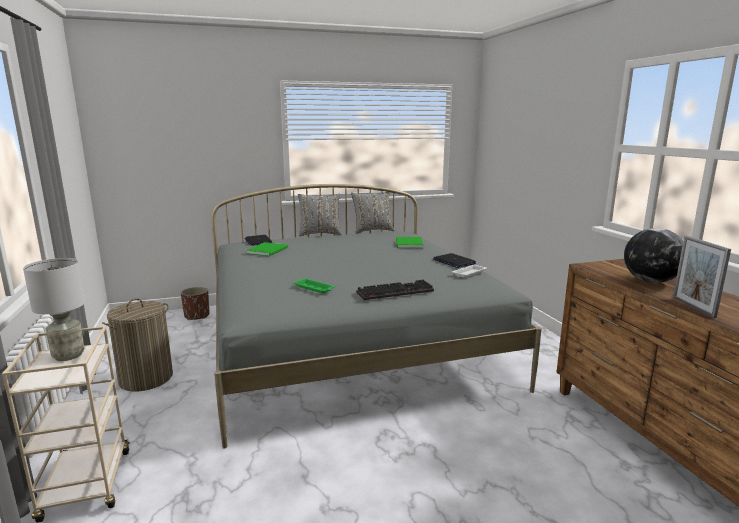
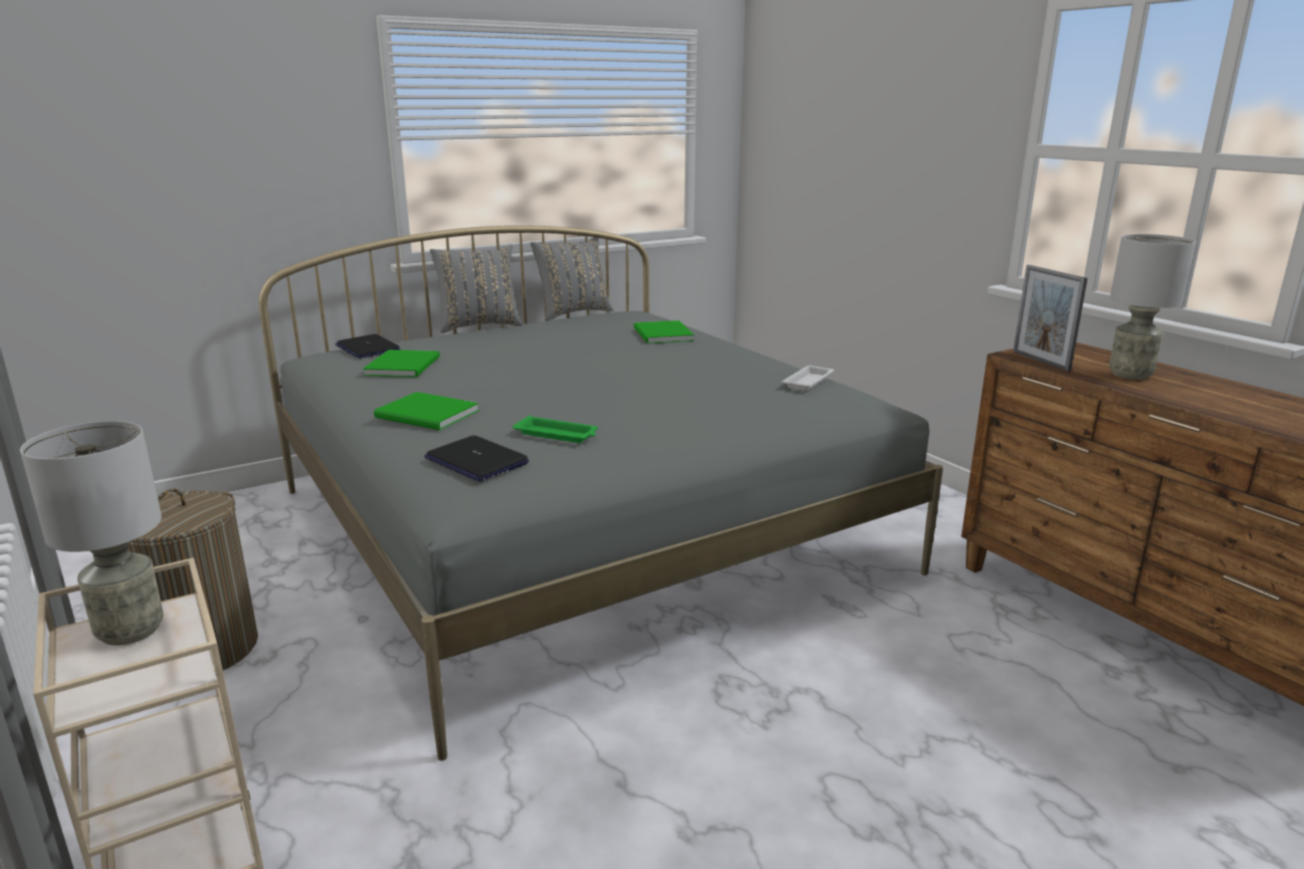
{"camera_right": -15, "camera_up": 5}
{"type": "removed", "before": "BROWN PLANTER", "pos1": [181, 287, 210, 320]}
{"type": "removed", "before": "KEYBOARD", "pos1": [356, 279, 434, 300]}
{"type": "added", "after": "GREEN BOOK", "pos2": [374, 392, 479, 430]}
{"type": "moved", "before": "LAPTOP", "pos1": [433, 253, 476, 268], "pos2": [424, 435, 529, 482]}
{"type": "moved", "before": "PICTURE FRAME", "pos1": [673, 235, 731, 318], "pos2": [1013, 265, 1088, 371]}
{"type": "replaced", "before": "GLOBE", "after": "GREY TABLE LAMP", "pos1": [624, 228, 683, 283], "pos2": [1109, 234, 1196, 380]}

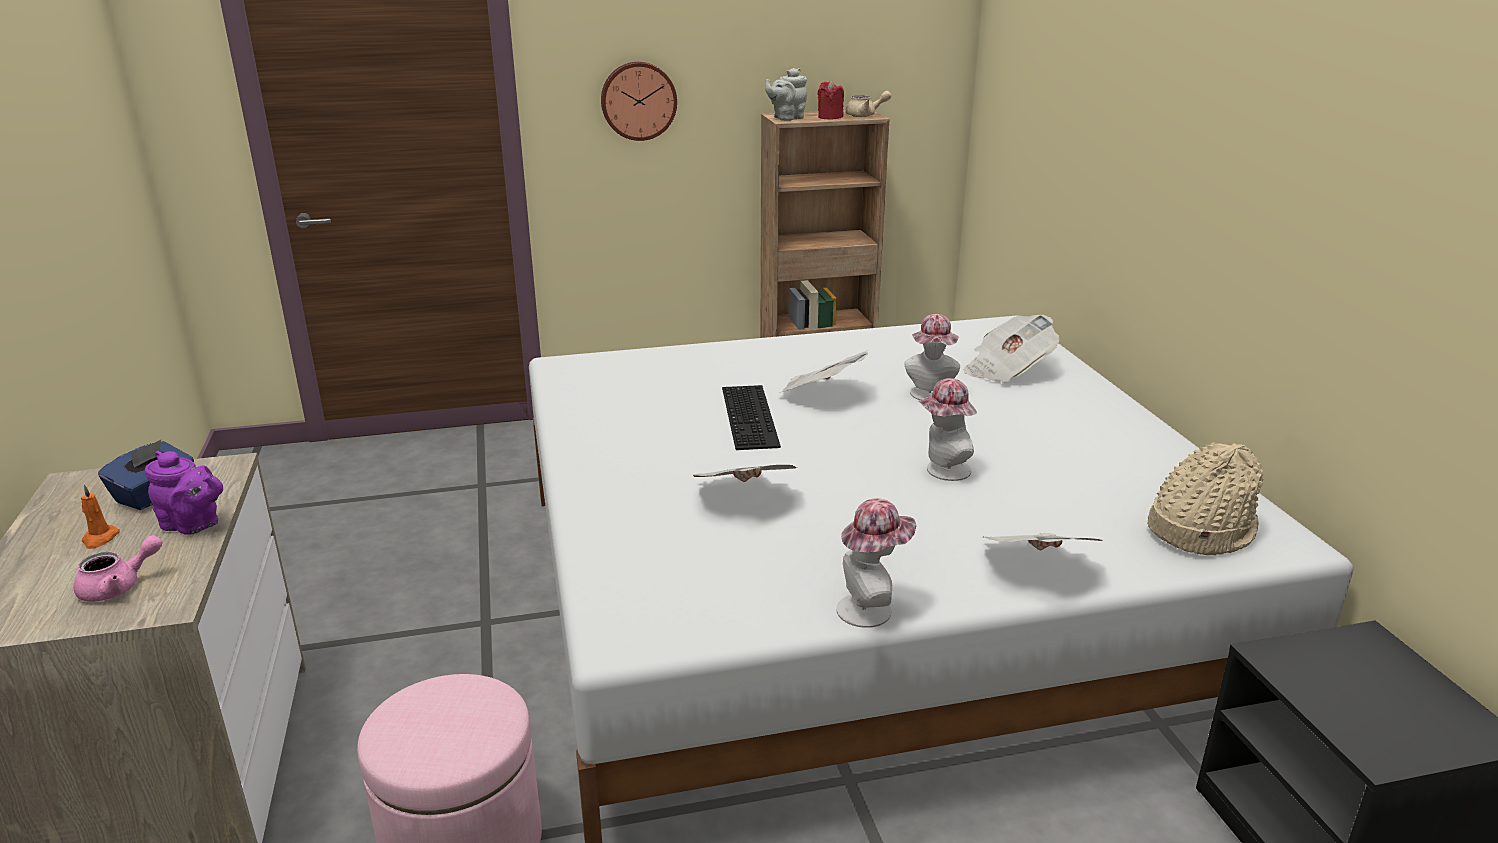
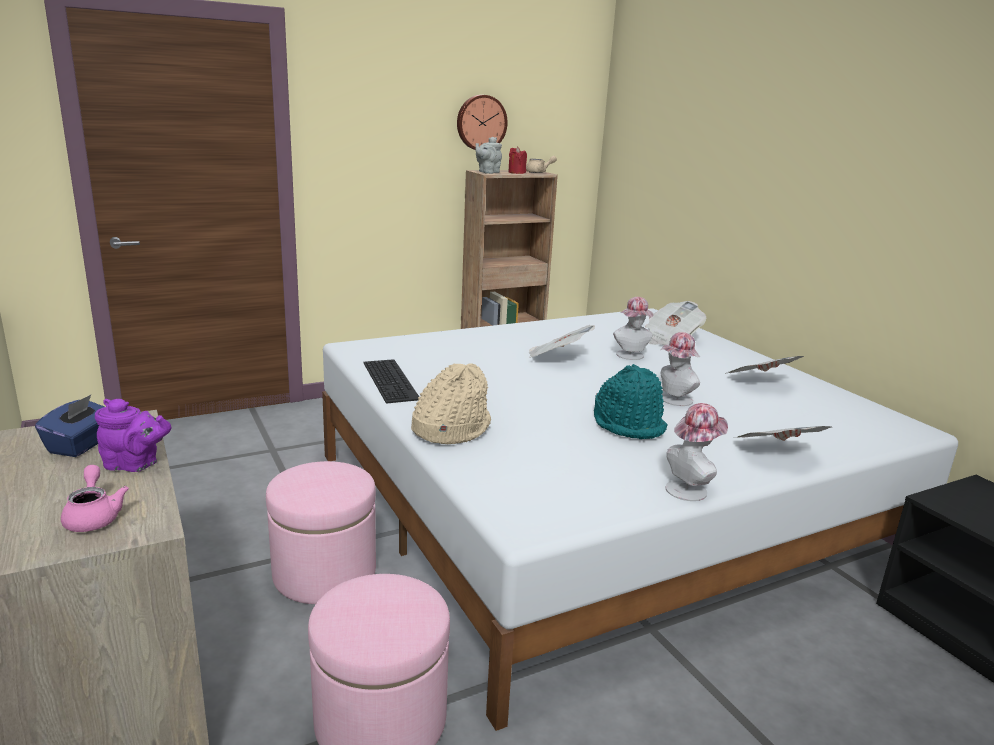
{"camera_right": -15, "camera_up": -5}
{"type": "removed", "before": "ORANGE CANDLE", "pos1": [81, 485, 120, 549]}
{"type": "added", "after": "PINK OTTOMAN", "pos2": [266, 461, 376, 604]}
{"type": "added", "after": "TURQUOISE HAT", "pos2": [594, 364, 668, 439]}
{"type": "moved", "before": "WALL CLOCK", "pos1": [601, 62, 677, 141], "pos2": [457, 95, 508, 150]}
{"type": "moved", "before": "NEWSPAPER", "pos1": [693, 465, 797, 482], "pos2": [728, 356, 804, 373]}
{"type": "moved", "before": "KEYBOARD", "pos1": [722, 385, 781, 450], "pos2": [363, 359, 419, 404]}
{"type": "moved", "before": "BEIGE HAT", "pos1": [1147, 442, 1263, 555], "pos2": [411, 363, 491, 444]}
{"type": "turned", "before": "PINK TEAPOT", "pos1": [73, 535, 162, 602], "pos2": [61, 465, 129, 532], "turn": -60}

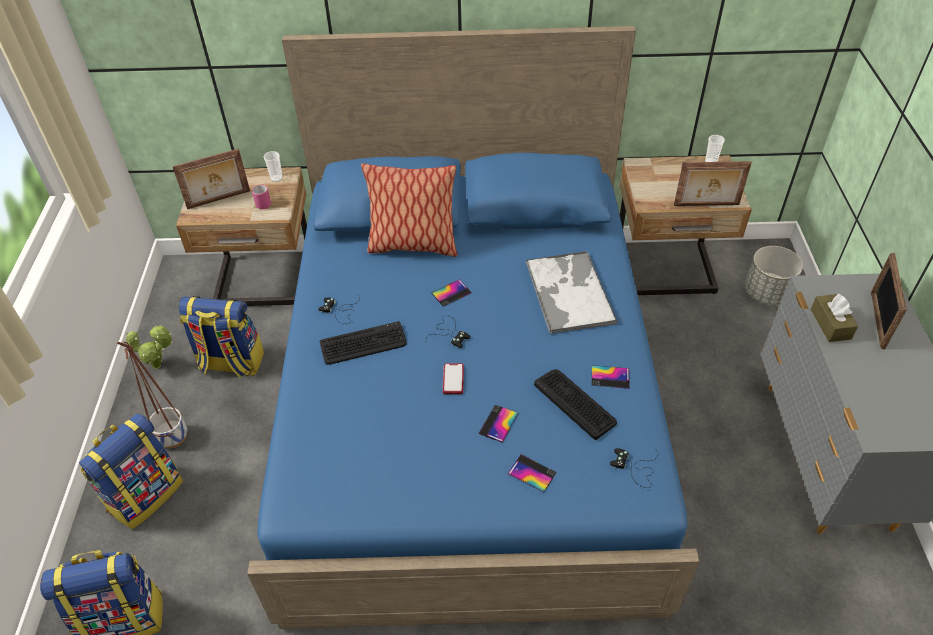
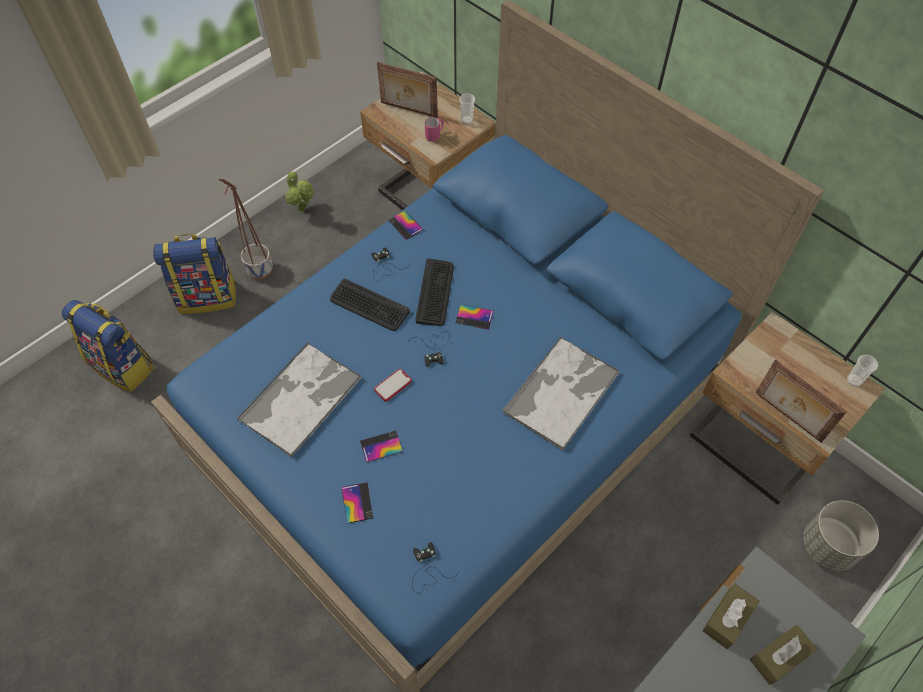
{"camera_right": 45, "camera_up": 10}
{"type": "removed", "before": "BACKPACK", "pos1": [179, 296, 264, 378]}
{"type": "removed", "before": "PILLOW", "pos1": [361, 163, 457, 257]}
{"type": "added", "after": "TRAY", "pos2": [237, 342, 362, 458]}
{"type": "moved", "before": "KEYBOARD", "pos1": [534, 369, 617, 440], "pos2": [416, 258, 454, 326]}
{"type": "moved", "before": "PHONE", "pos1": [592, 365, 630, 389], "pos2": [388, 210, 424, 240]}
{"type": "replaced", "before": "PICTURE FRAME", "after": "BROWN TISSUE BOX", "pos1": [871, 253, 907, 349], "pos2": [750, 625, 817, 685]}

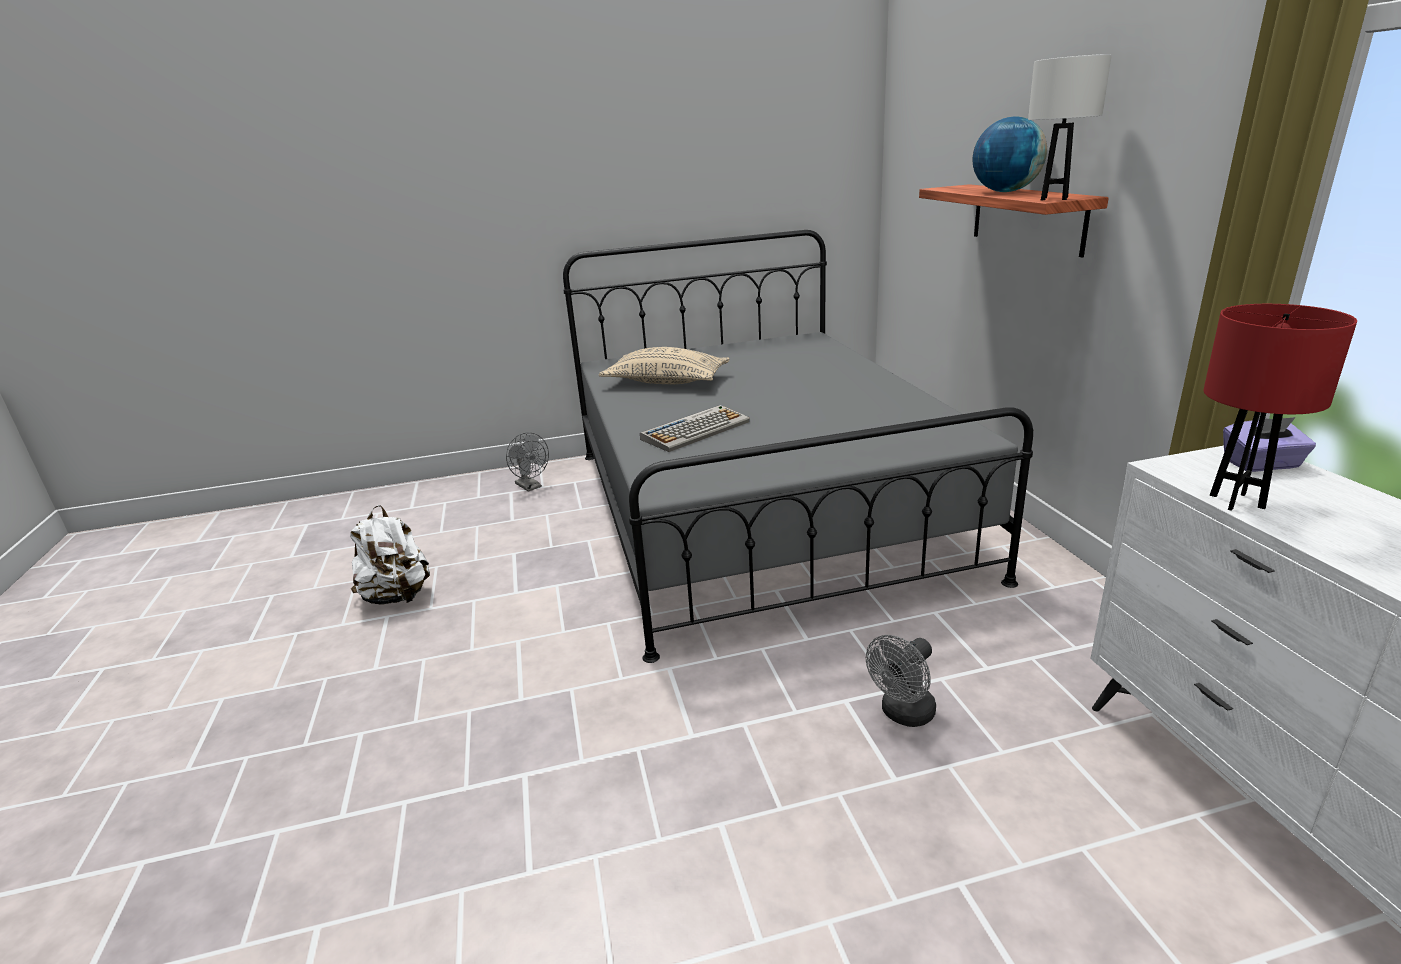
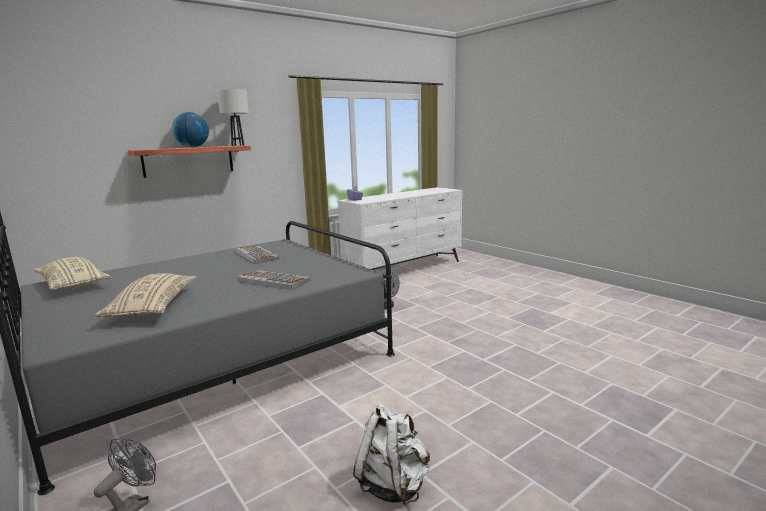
{"camera_right": -115, "camera_up": -10}
{"type": "removed", "before": "RED TABLE LAMP", "pos1": [1204, 304, 1357, 511]}
{"type": "added", "after": "BEIGE PILLOW", "pos2": [34, 257, 111, 290]}
{"type": "added", "after": "KEYBOARD", "pos2": [236, 246, 280, 264]}

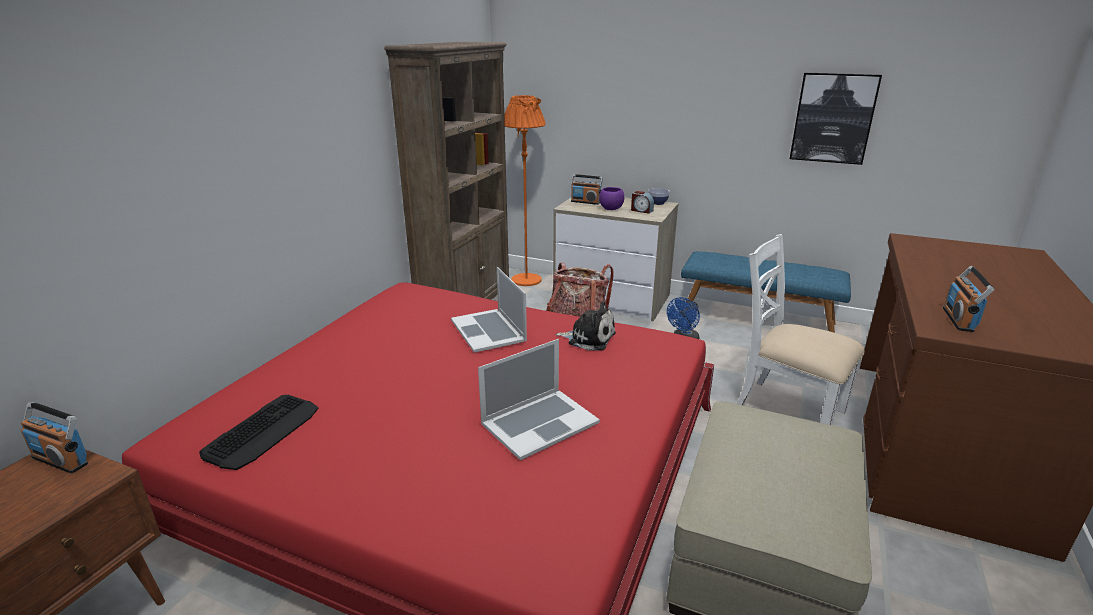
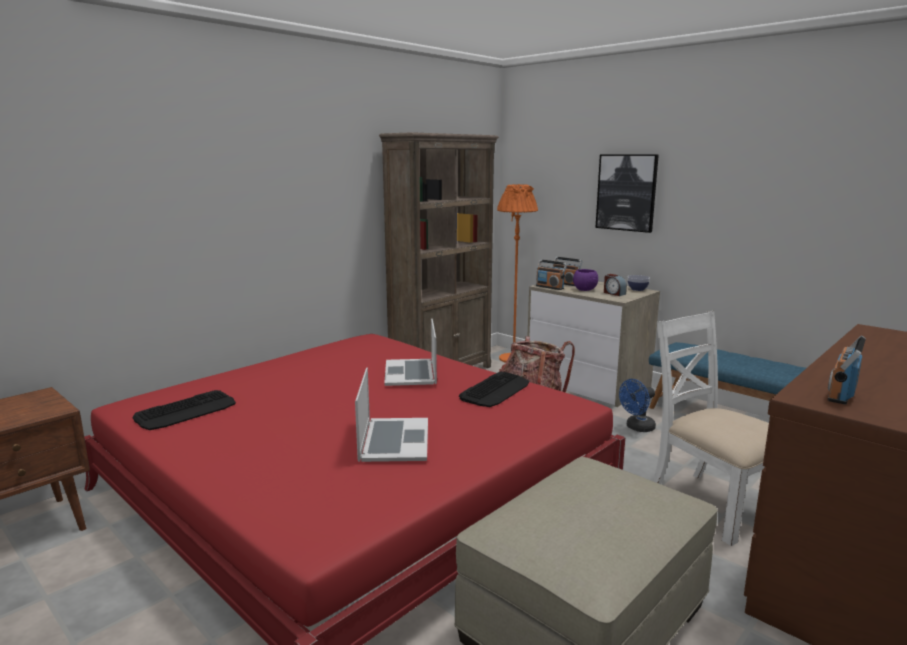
{"camera_right": 20, "camera_up": -10}
{"type": "moved", "before": "RADIO", "pos1": [21, 402, 88, 473], "pos2": [536, 259, 567, 290]}
{"type": "moved", "before": "PICTURE", "pos1": [790, 73, 882, 165], "pos2": [595, 154, 659, 233]}
{"type": "replaced", "before": "PLUSH TOY", "after": "KEYBOARD", "pos1": [555, 302, 616, 350], "pos2": [459, 372, 530, 407]}
{"type": "turned", "before": "LAPTOP", "pos1": [478, 339, 600, 460], "pos2": [355, 368, 428, 462], "turn": -75}

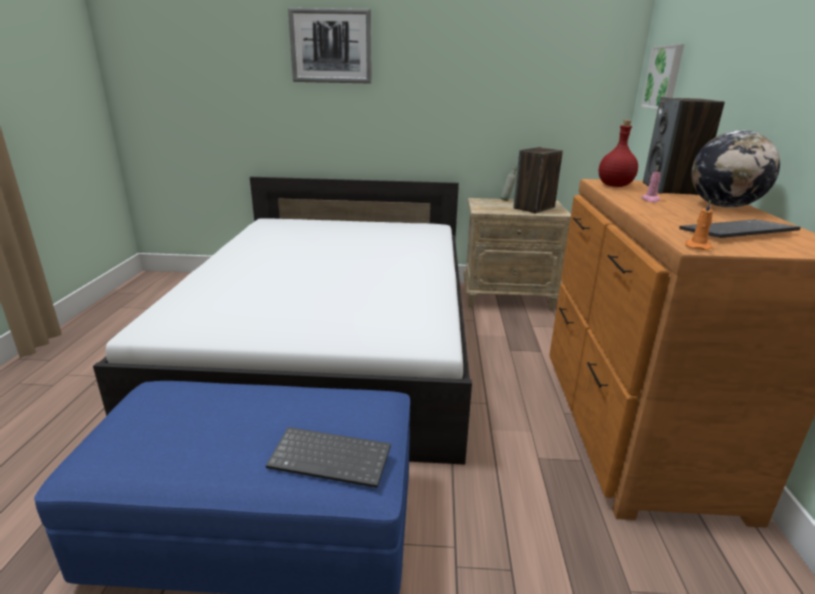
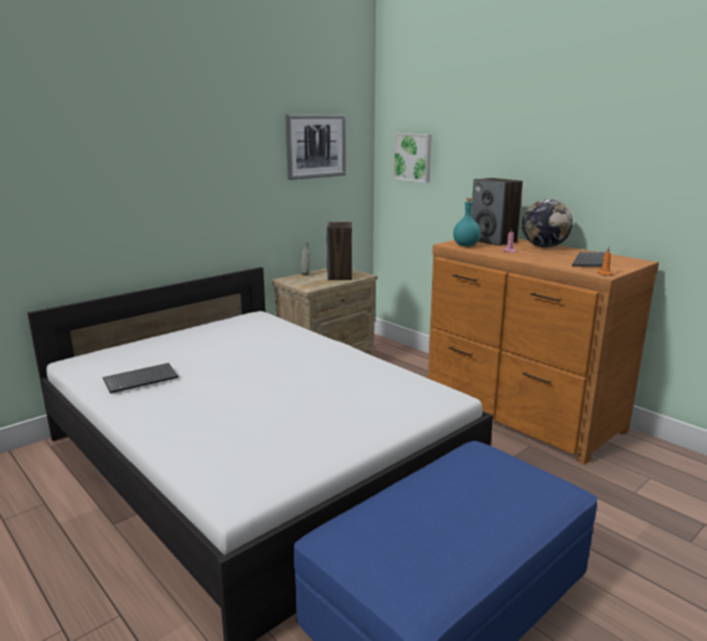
{"camera_right": -45, "camera_up": -5}
{"type": "moved", "before": "KEYBOARD", "pos1": [266, 427, 391, 488], "pos2": [103, 363, 178, 393]}
{"type": "moved", "before": "PICTURE", "pos1": [288, 8, 372, 83], "pos2": [285, 114, 346, 180]}
{"type": "recoloured", "before": "RED BOTTLE", "after": "TURQUOISE BOTTLE", "pos1": [599, 120, 638, 187], "pos2": [453, 198, 481, 246]}

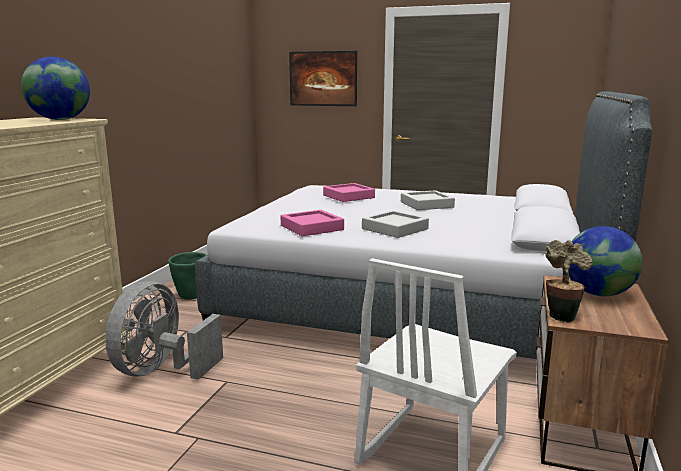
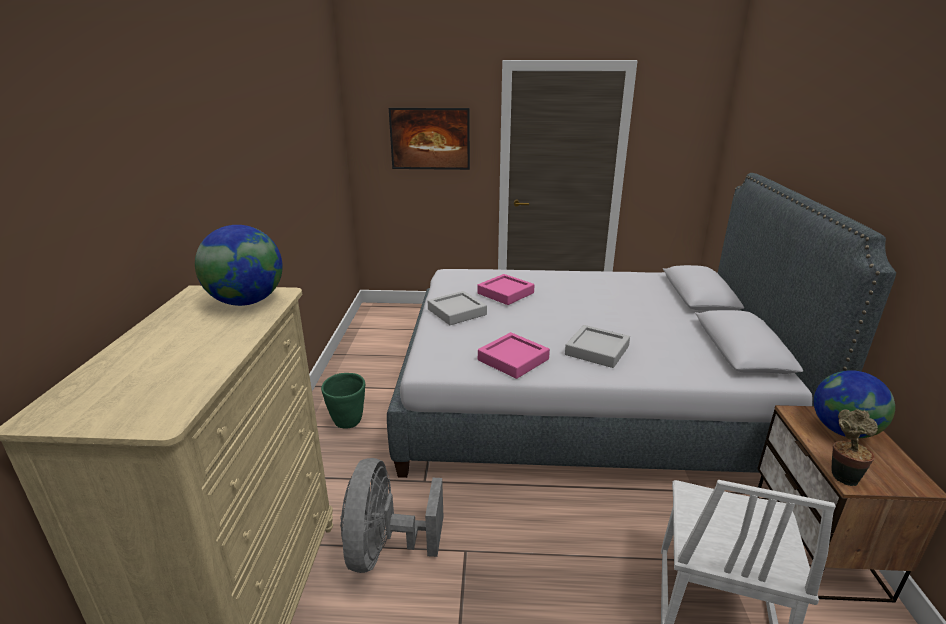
{"camera_right": -15, "camera_up": 10}
{"type": "moved", "before": "GREY TRAY", "pos1": [401, 190, 455, 210], "pos2": [428, 291, 487, 325]}

